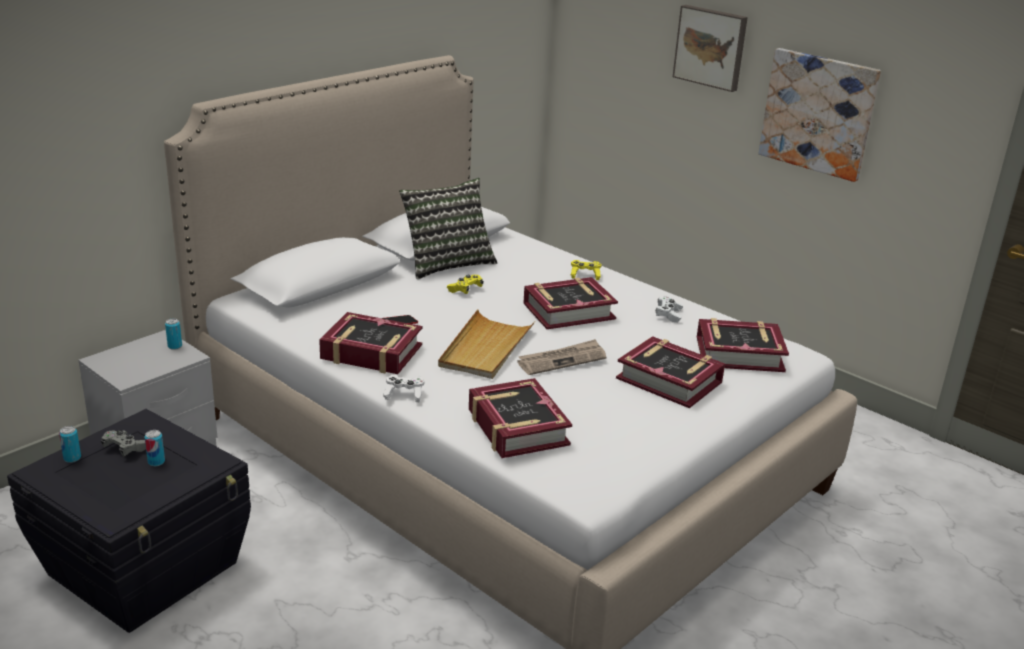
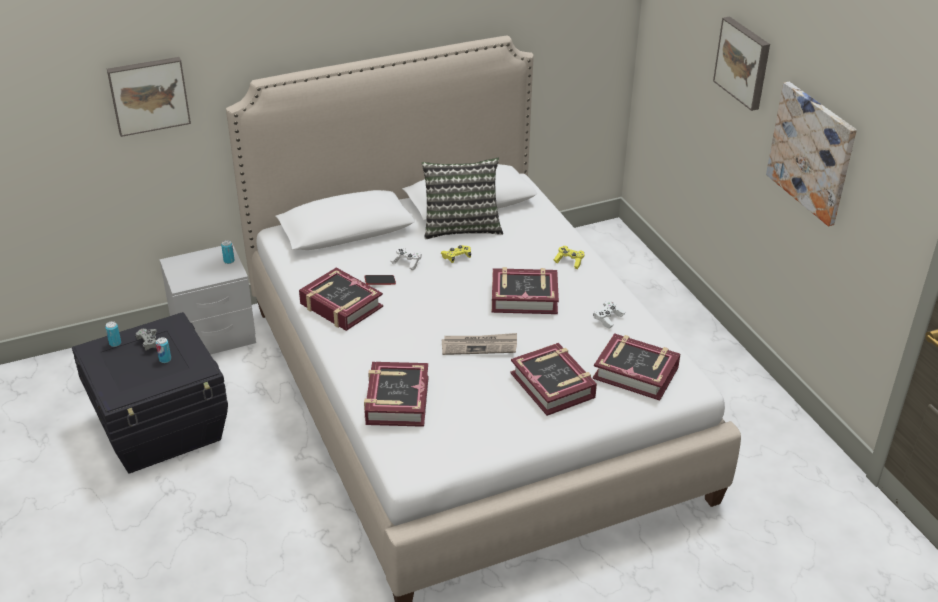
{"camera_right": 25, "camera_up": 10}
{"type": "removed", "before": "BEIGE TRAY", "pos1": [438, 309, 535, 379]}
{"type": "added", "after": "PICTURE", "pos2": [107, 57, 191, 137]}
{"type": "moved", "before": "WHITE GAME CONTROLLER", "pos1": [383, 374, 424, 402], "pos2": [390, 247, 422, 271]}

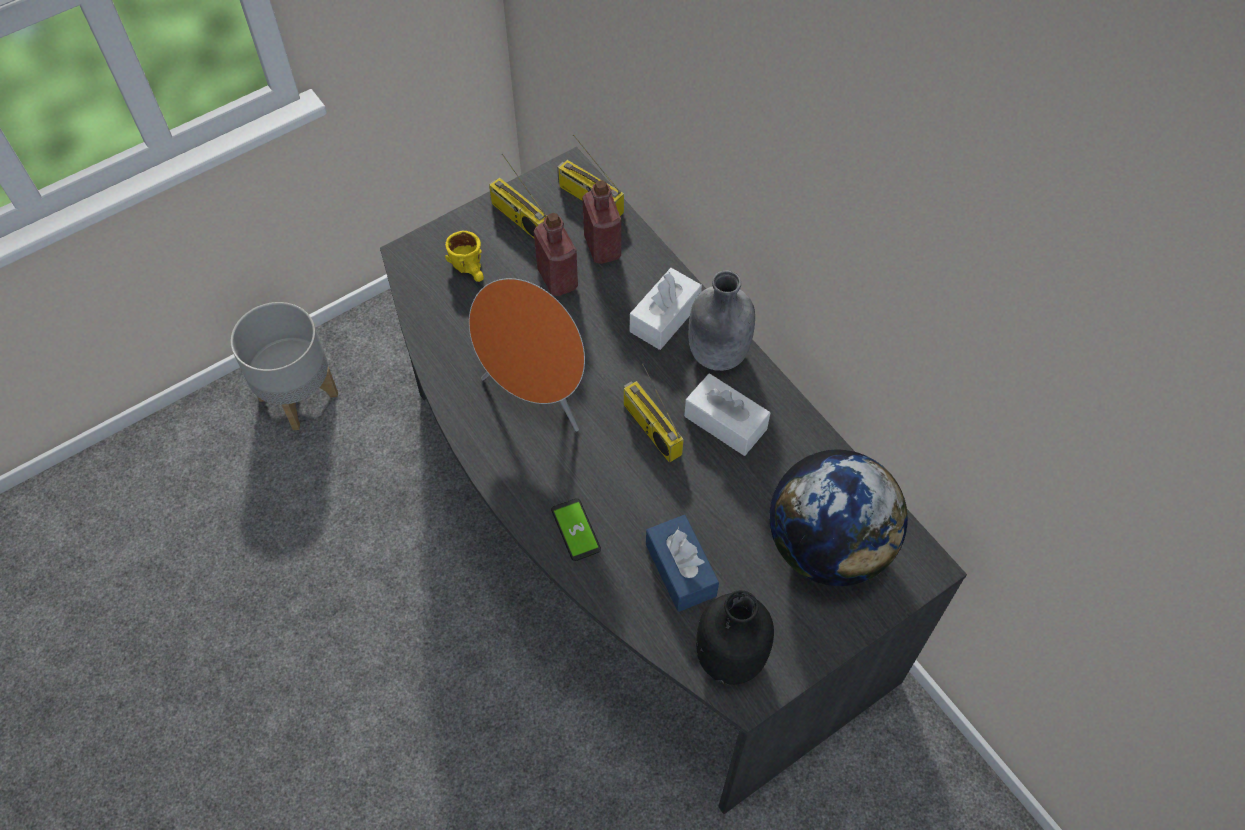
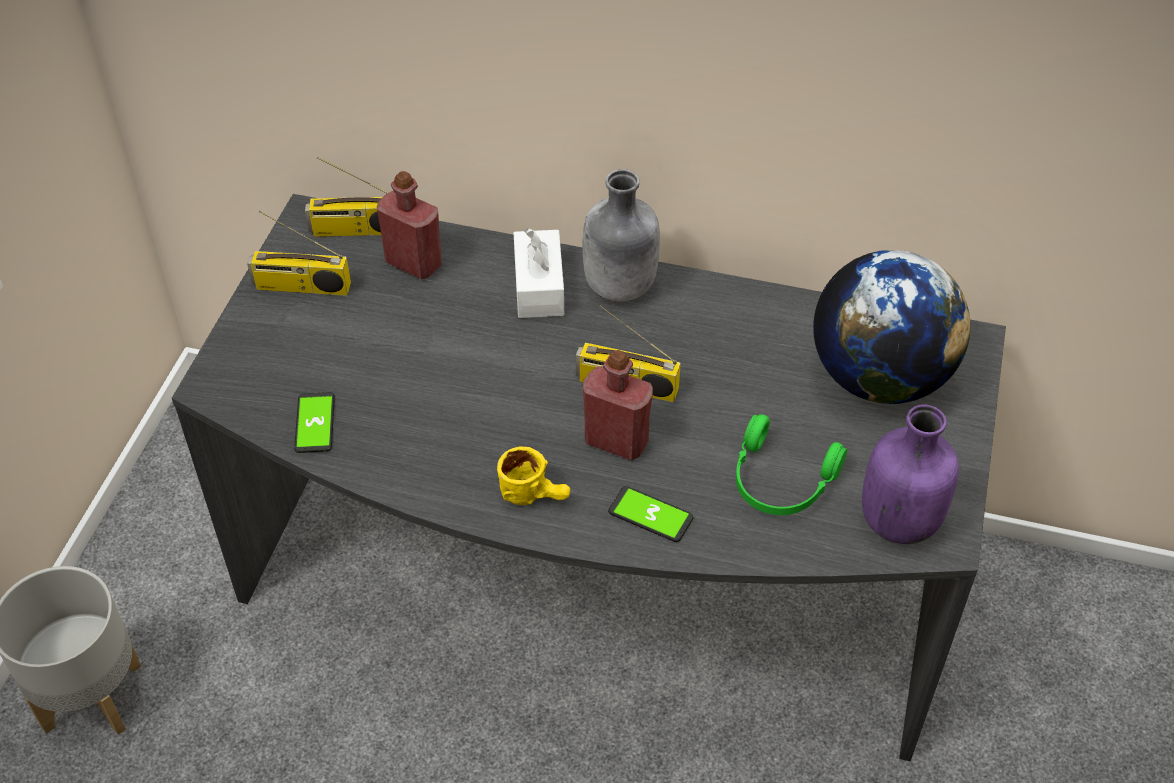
{"camera_right": -40, "camera_up": -10}
{"type": "removed", "before": "ORANGE SPEAKER", "pos1": [469, 278, 585, 431]}
{"type": "removed", "before": "WHITE TISSUE BOX", "pos1": [684, 373, 770, 456]}
{"type": "added", "after": "PHONE", "pos2": [294, 392, 335, 453]}
{"type": "moved", "before": "YELLOW MUG", "pos1": [445, 231, 484, 282], "pos2": [497, 446, 570, 505]}
{"type": "moved", "before": "RED BOTTLE", "pos1": [533, 213, 578, 296], "pos2": [583, 350, 653, 460]}
{"type": "replaced", "before": "BLUE TISSUE BOX", "after": "GREEN HEADPHONES", "pos1": [646, 515, 719, 612], "pos2": [736, 414, 847, 515]}
{"type": "recoloured", "before": "BLACK BOTTLE", "after": "PURPLE BOTTLE", "pos1": [696, 590, 774, 685], "pos2": [862, 404, 959, 544]}

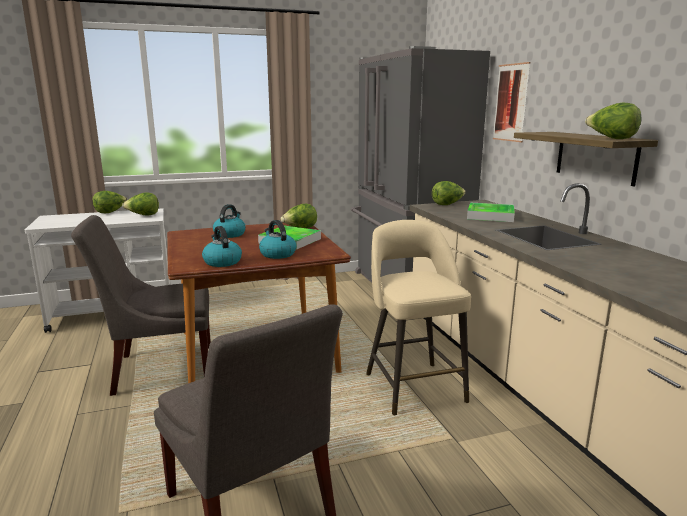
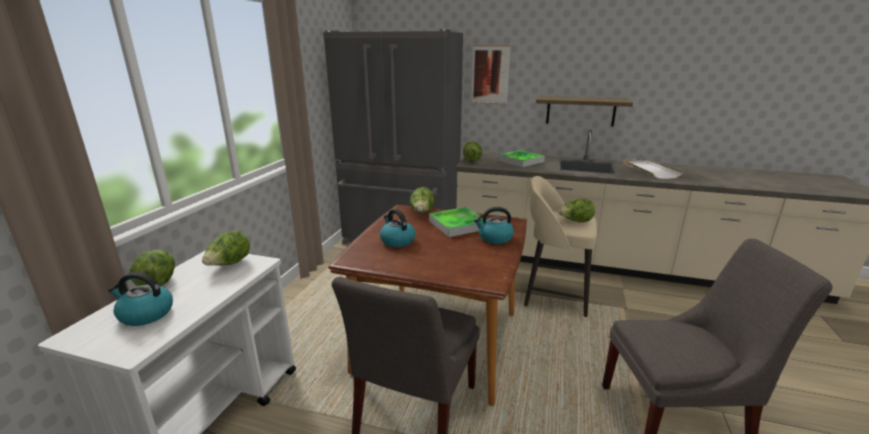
{"camera_right": -55, "camera_up": 5}
{"type": "added", "after": "WHITE TRAY", "pos2": [624, 159, 684, 179]}
{"type": "moved", "before": "KETTLE", "pos1": [202, 226, 242, 267], "pos2": [108, 272, 173, 326]}
{"type": "moved", "before": "LETTUCE", "pos1": [585, 103, 642, 139], "pos2": [558, 198, 595, 222]}

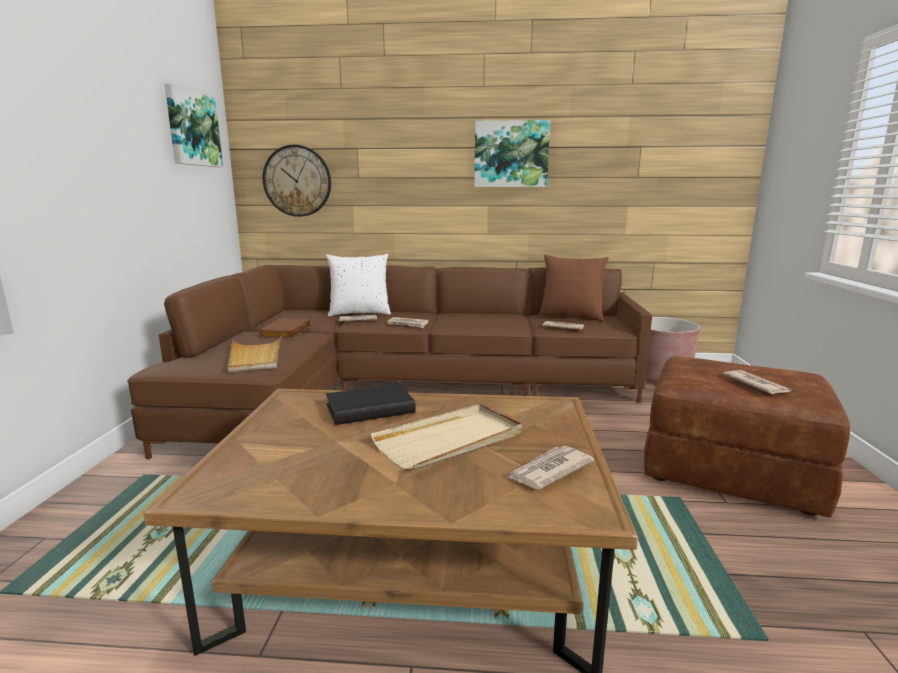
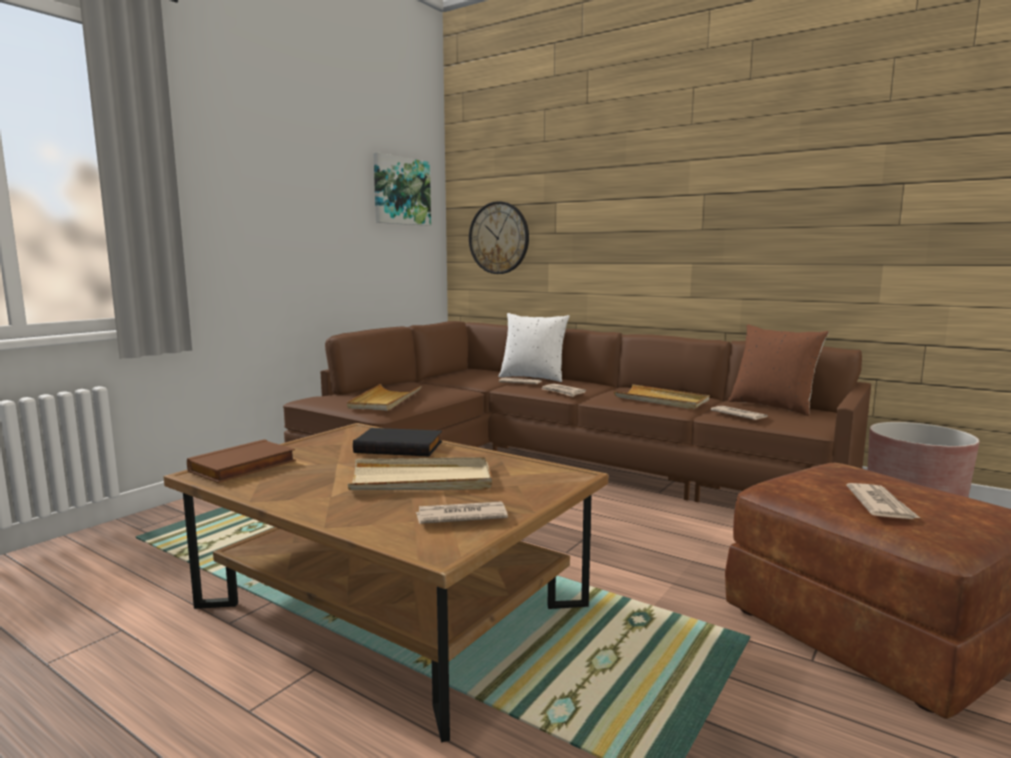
{"camera_right": 30, "camera_up": -5}
{"type": "removed", "before": "PICTURE", "pos1": [474, 120, 550, 187]}
{"type": "added", "after": "BEIGE TRAY", "pos2": [614, 384, 709, 409]}
{"type": "moved", "before": "BROWN BOOK", "pos1": [259, 318, 311, 338], "pos2": [187, 439, 296, 483]}

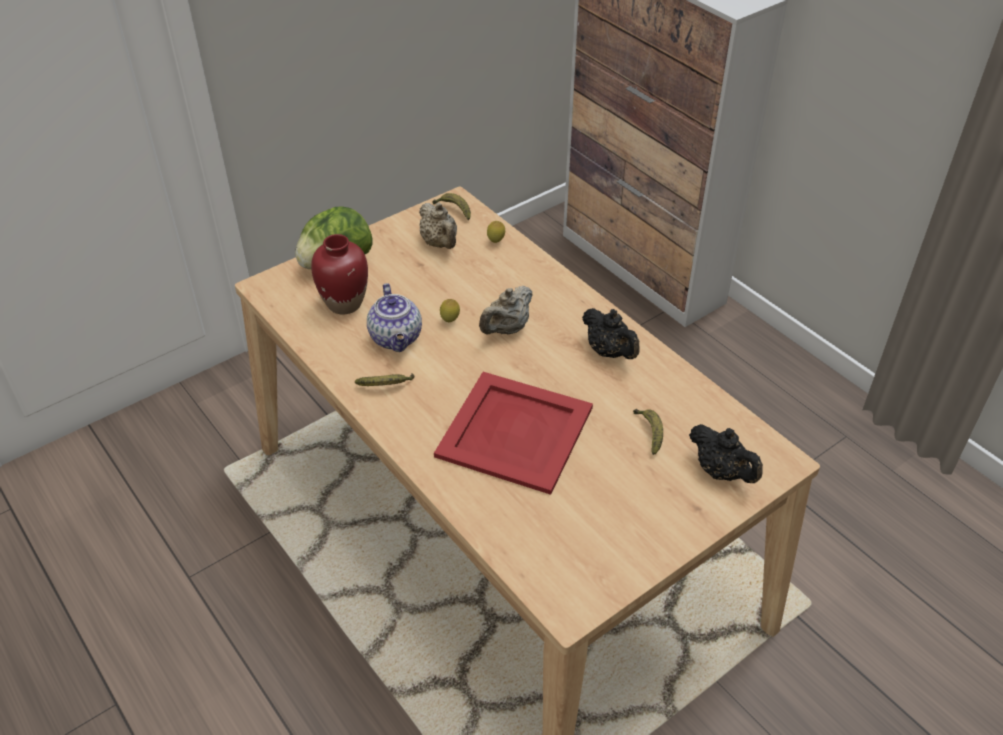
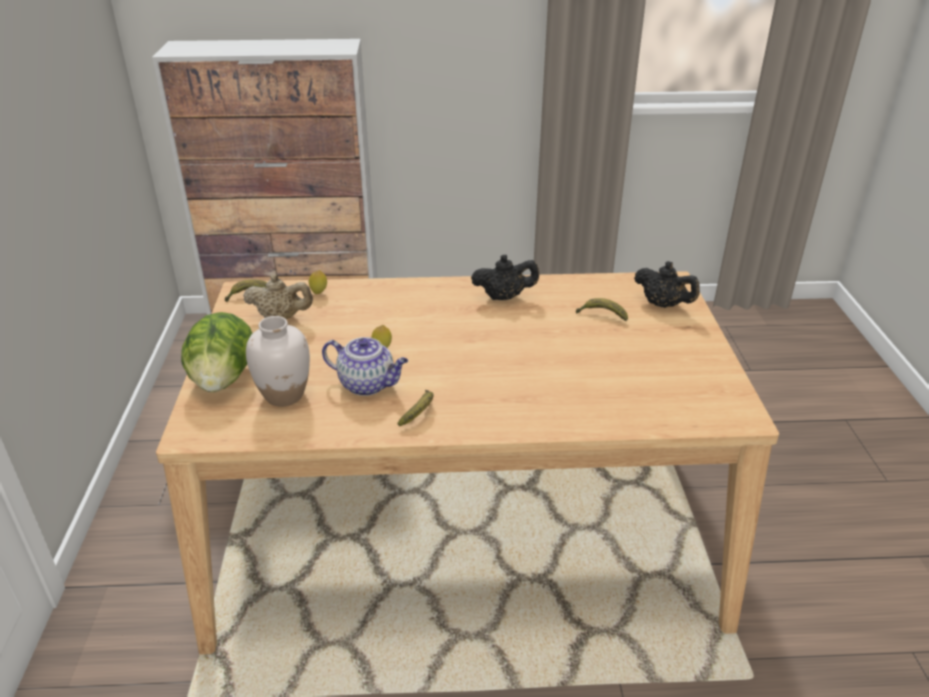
{"camera_right": -55, "camera_up": -10}
{"type": "removed", "before": "RED TRAY", "pos1": [434, 372, 593, 495]}
{"type": "removed", "before": "BEIGE TEAPOT", "pos1": [479, 286, 532, 334]}
{"type": "recoloured", "before": "RED VASE", "after": "WHITE VASE", "pos1": [311, 234, 368, 314], "pos2": [246, 316, 310, 407]}
{"type": "turned", "before": "BLACK TEAPOT", "pos1": [689, 424, 763, 483], "pos2": [634, 261, 700, 308], "turn": 45}

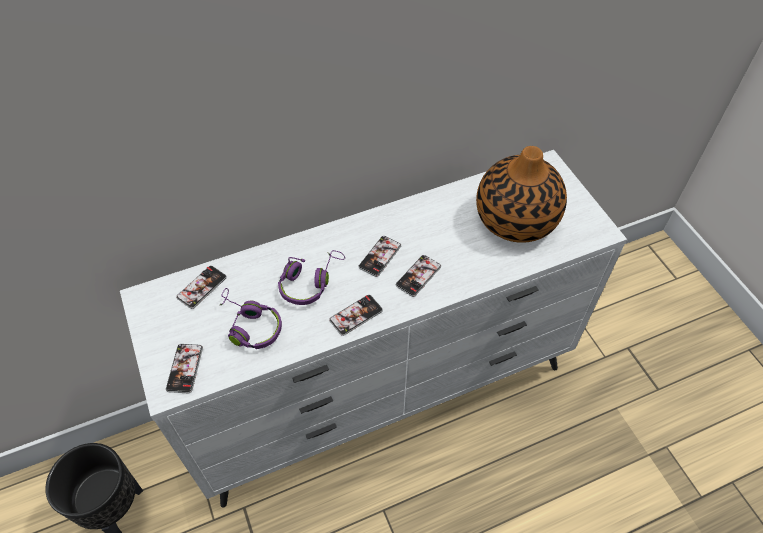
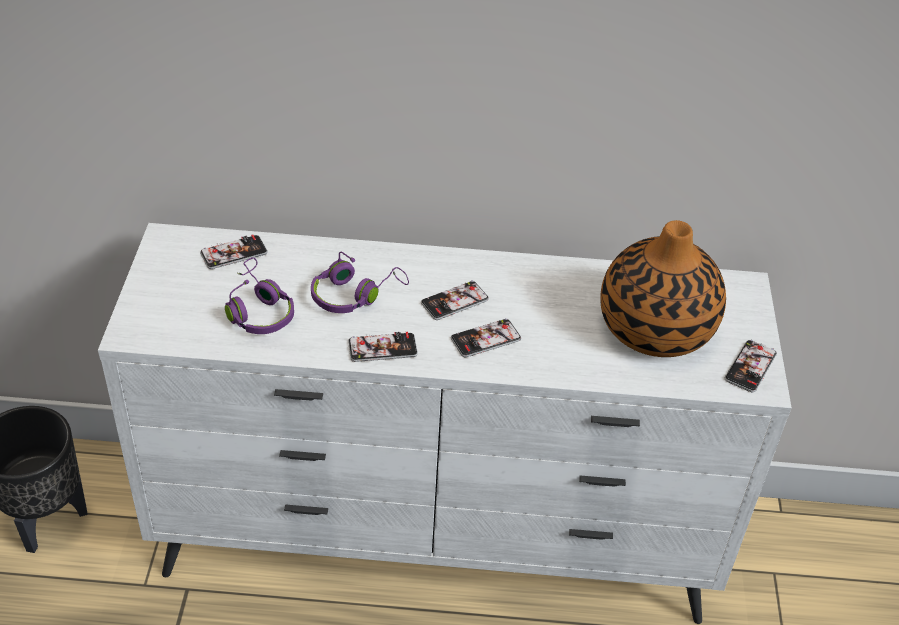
{"camera_right": 25, "camera_up": -10}
{"type": "moved", "before": "PHONE", "pos1": [166, 344, 203, 394], "pos2": [725, 339, 777, 392]}

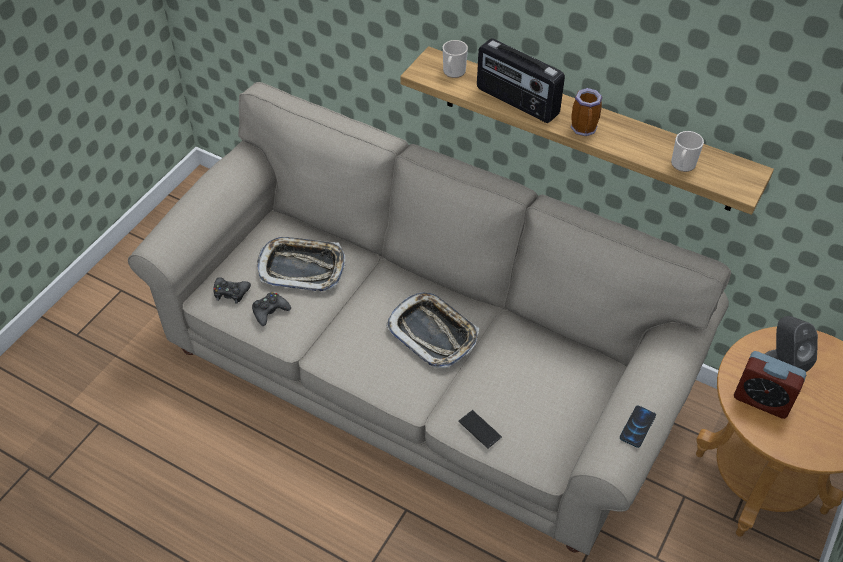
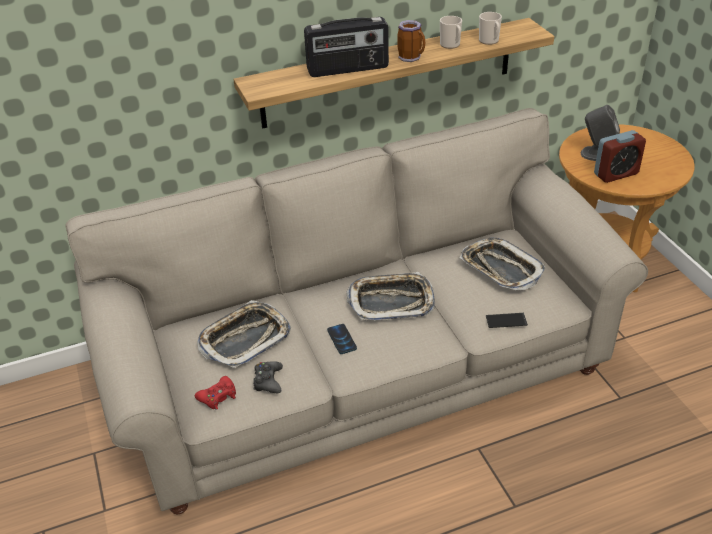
{"camera_right": -50, "camera_up": -10}
{"type": "added", "after": "TRAY", "pos2": [460, 237, 546, 290]}
{"type": "moved", "before": "MUG", "pos1": [443, 40, 468, 78], "pos2": [440, 16, 462, 49]}
{"type": "moved", "before": "PHONE", "pos1": [620, 405, 656, 448], "pos2": [327, 324, 357, 354]}
{"type": "recoloured", "before": "BLACK GAME CONTROLLER", "after": "RED GAME CONTROLLER", "pos1": [213, 277, 251, 304], "pos2": [195, 376, 236, 410]}

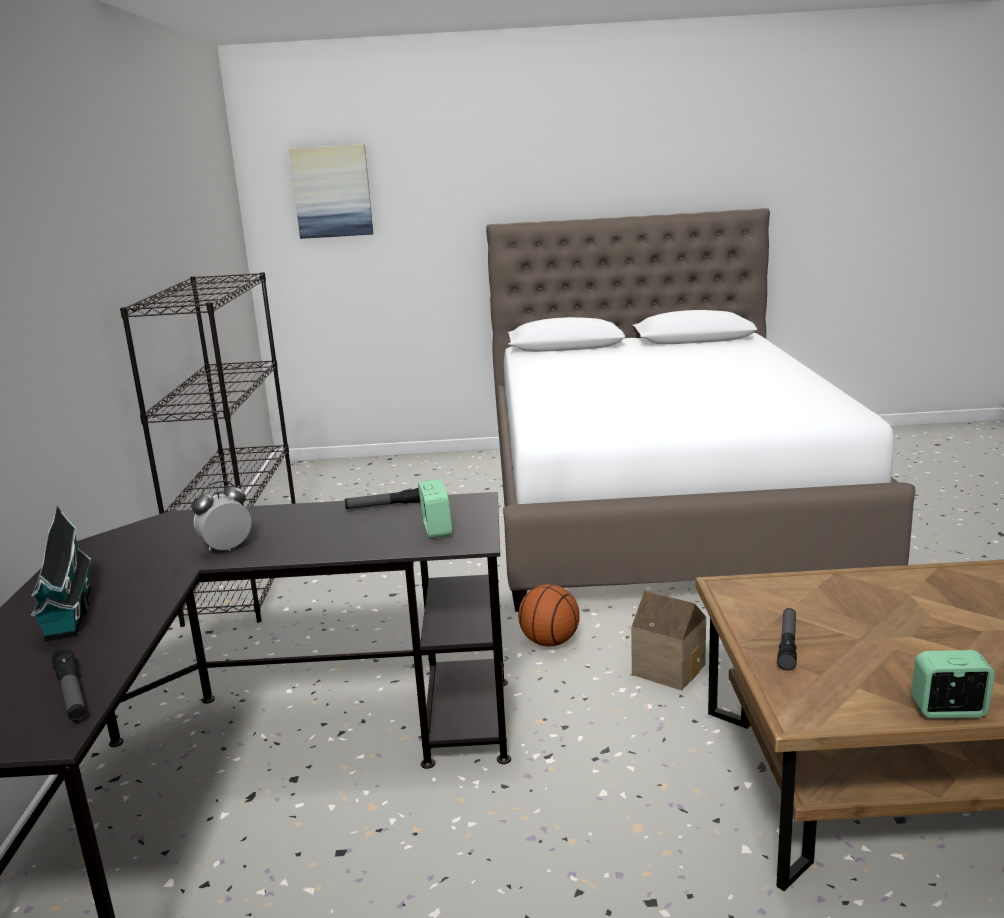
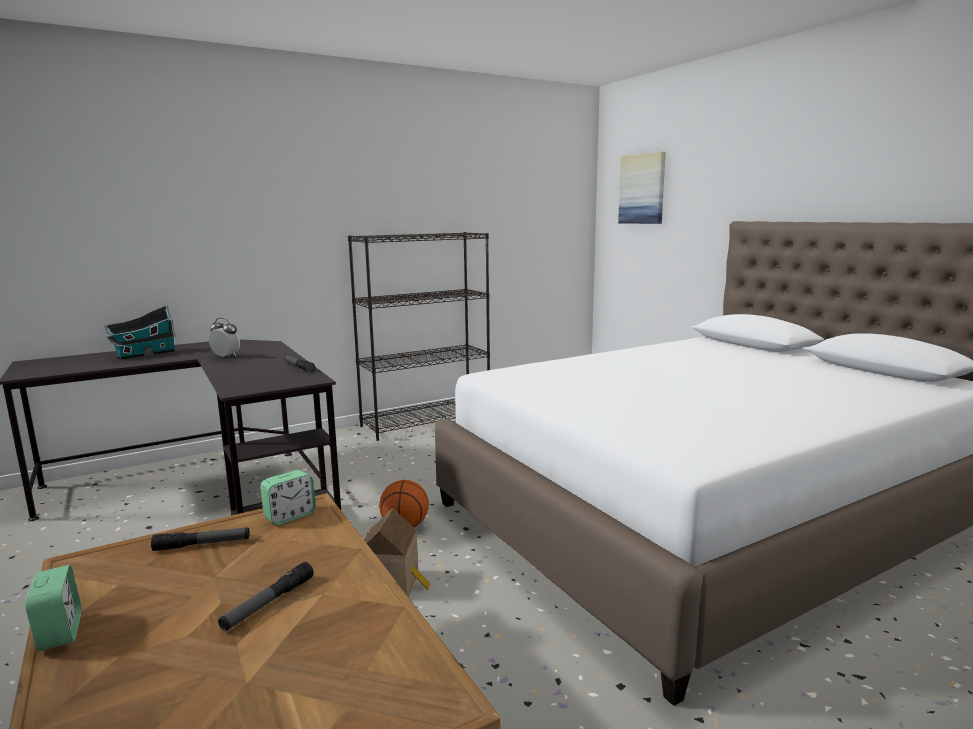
{"camera_right": 60, "camera_up": -5}
{"type": "moved", "before": "FLASHLIGHT", "pos1": [52, 648, 86, 721], "pos2": [218, 562, 314, 631]}
{"type": "moved", "before": "ALARM CLOCK", "pos1": [418, 479, 453, 539], "pos2": [260, 470, 316, 525]}

